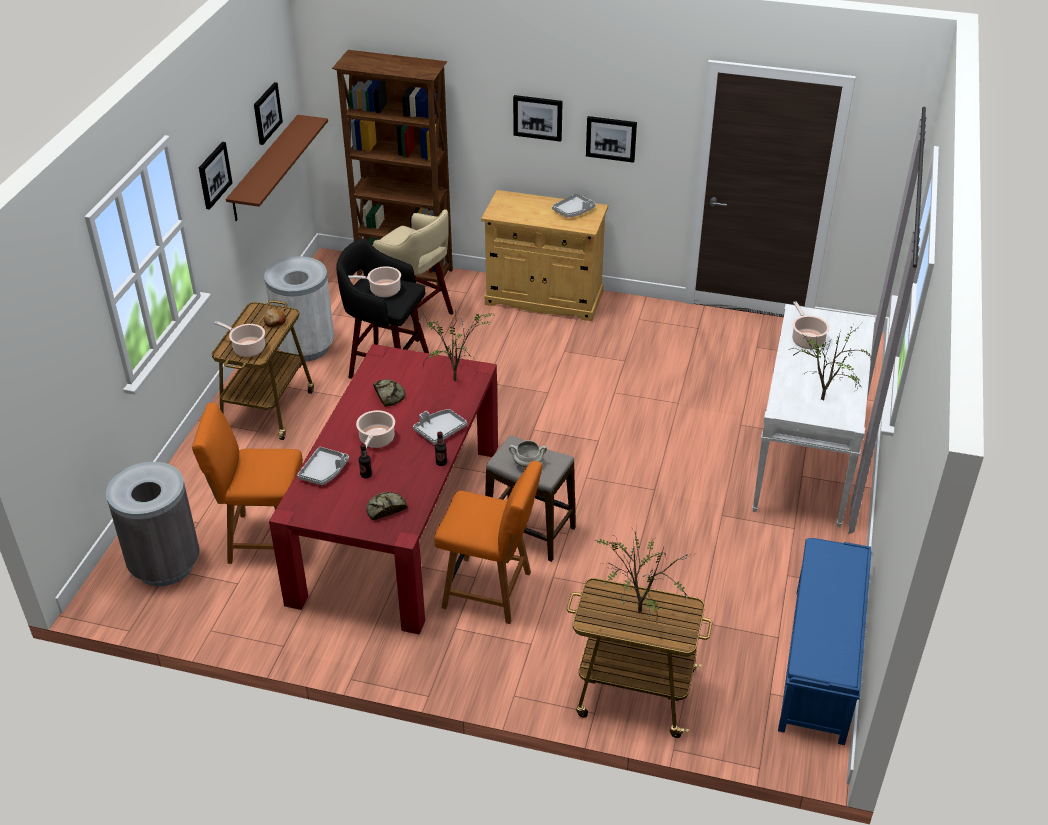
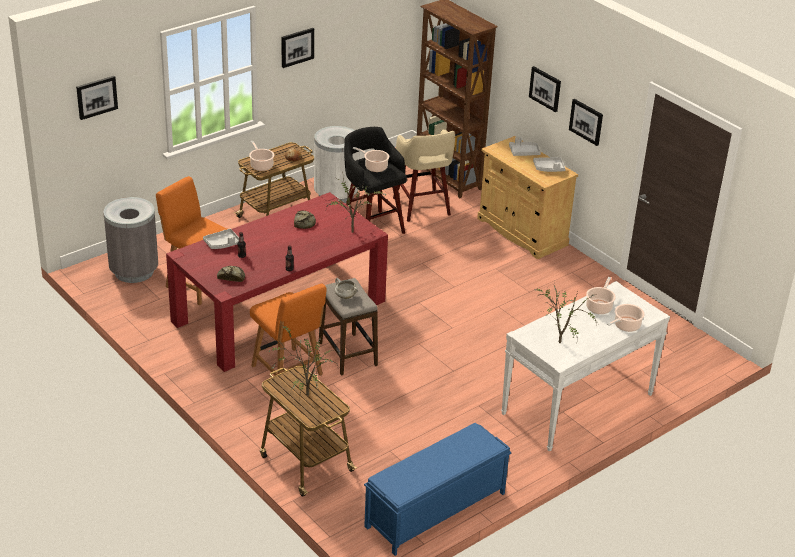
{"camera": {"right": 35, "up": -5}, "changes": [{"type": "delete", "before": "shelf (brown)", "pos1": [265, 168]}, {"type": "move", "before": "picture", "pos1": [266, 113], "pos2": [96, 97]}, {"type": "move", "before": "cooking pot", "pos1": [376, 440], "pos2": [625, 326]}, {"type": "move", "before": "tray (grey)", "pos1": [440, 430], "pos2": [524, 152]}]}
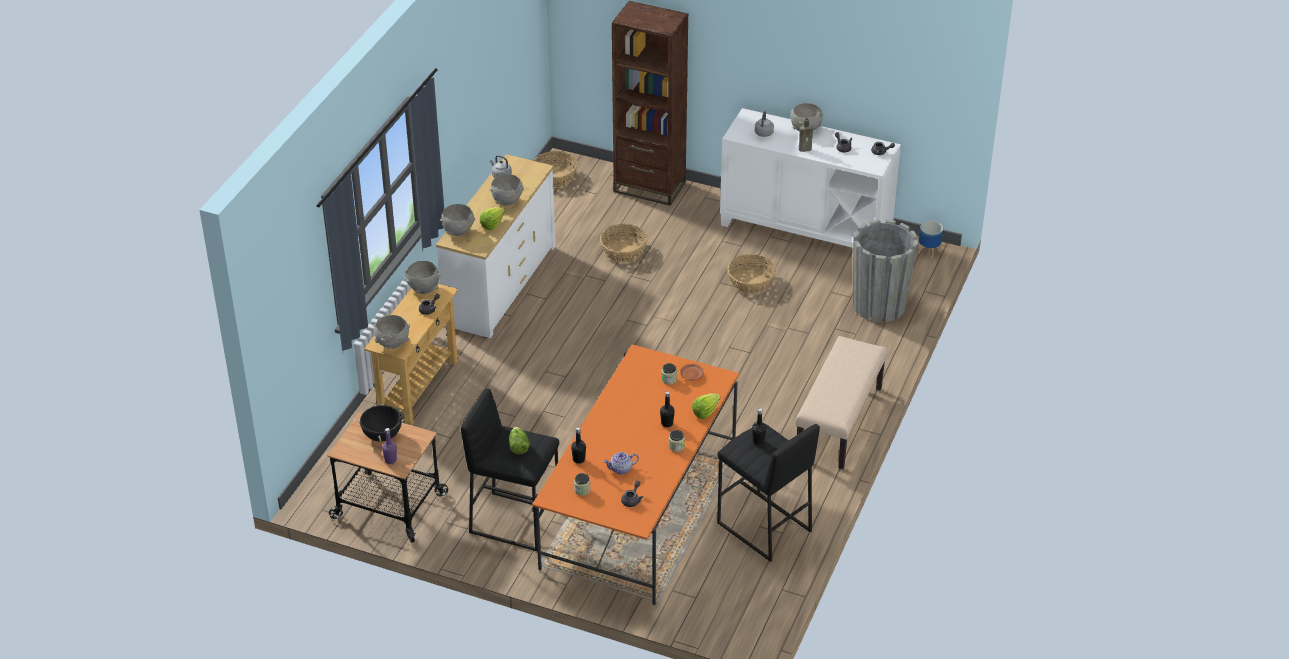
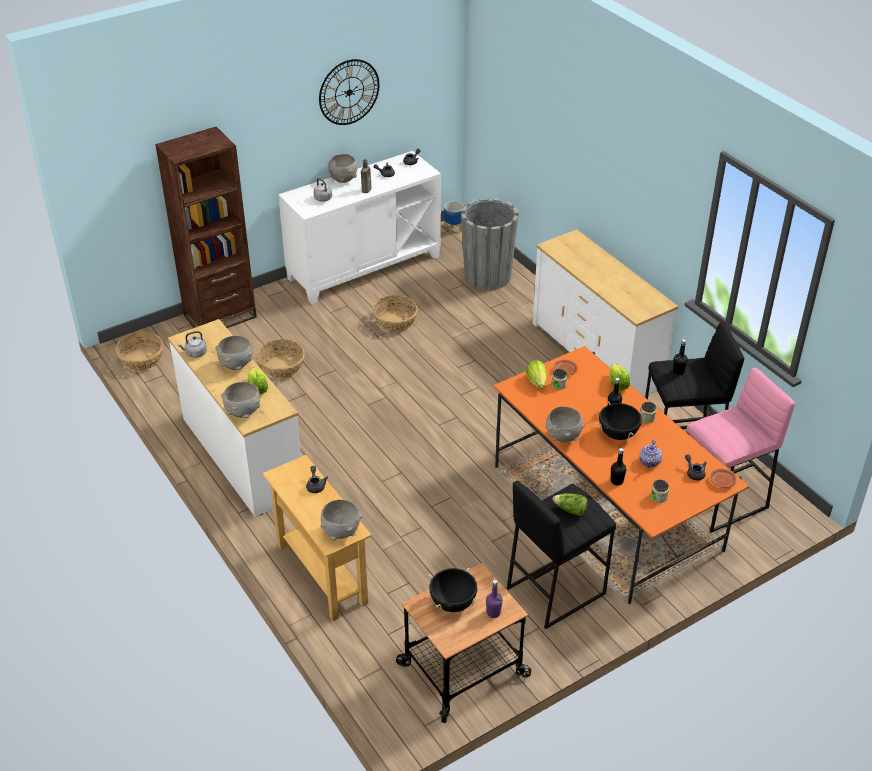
{"camera": {"right": -55, "up": 0}, "changes": [{"type": "insert", "after": "wall clock", "pos2": [349, 92]}, {"type": "insert", "after": "lettuce", "pos2": [537, 381]}, {"type": "insert", "after": "cooking pot (black)", "pos2": [618, 434]}, {"type": "insert", "after": "stool (pink)", "pos2": [722, 502]}, {"type": "insert", "after": "plate (brown)", "pos2": [722, 481]}, {"type": "move", "before": "bowl (grey)", "pos1": [423, 289], "pos2": [563, 438]}, {"type": "replace", "before": "bench (beige)", "after": "dresser (white)", "pos1": [840, 422], "pos2": [596, 354]}]}
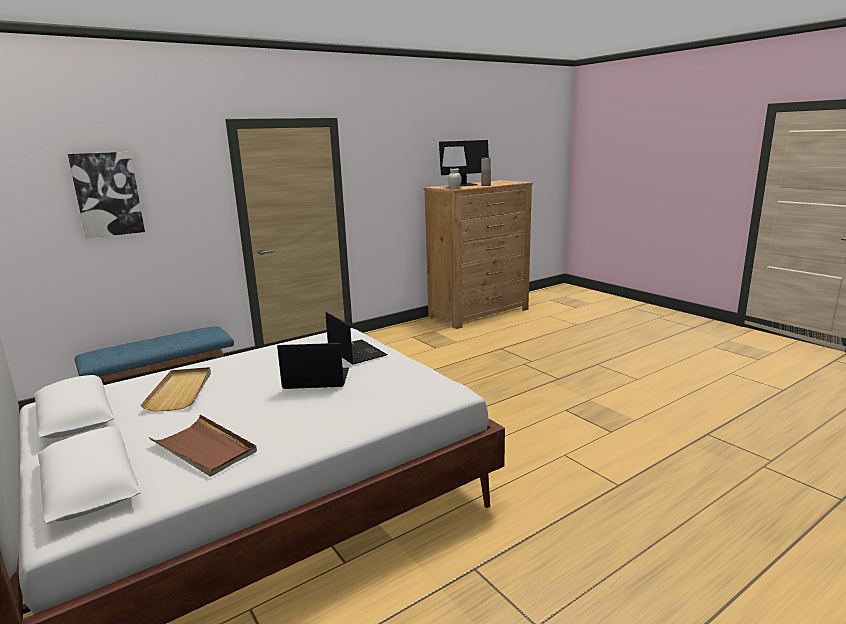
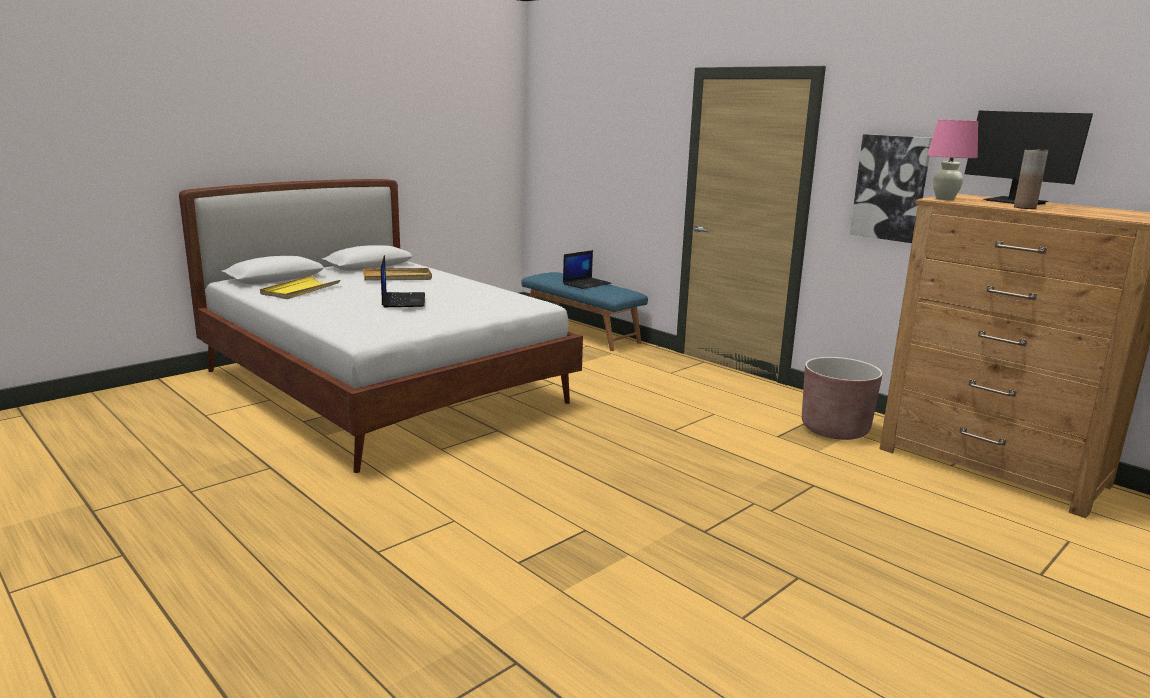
{"camera": {"right": 80, "up": 0}, "changes": [{"type": "insert", "after": "planter (brown)", "pos2": [834, 429]}, {"type": "move", "before": "picture", "pos1": [107, 194], "pos2": [890, 188]}, {"type": "move", "before": "laptop", "pos1": [355, 352], "pos2": [587, 283]}, {"type": "recolor", "before": "tray (brown)", "after": "tray (yellow)", "pos1": [204, 448], "pos2": [300, 290]}, {"type": "recolor", "before": "table lamp (white)", "after": "table lamp (pink)", "pos1": [454, 188], "pos2": [945, 199]}]}
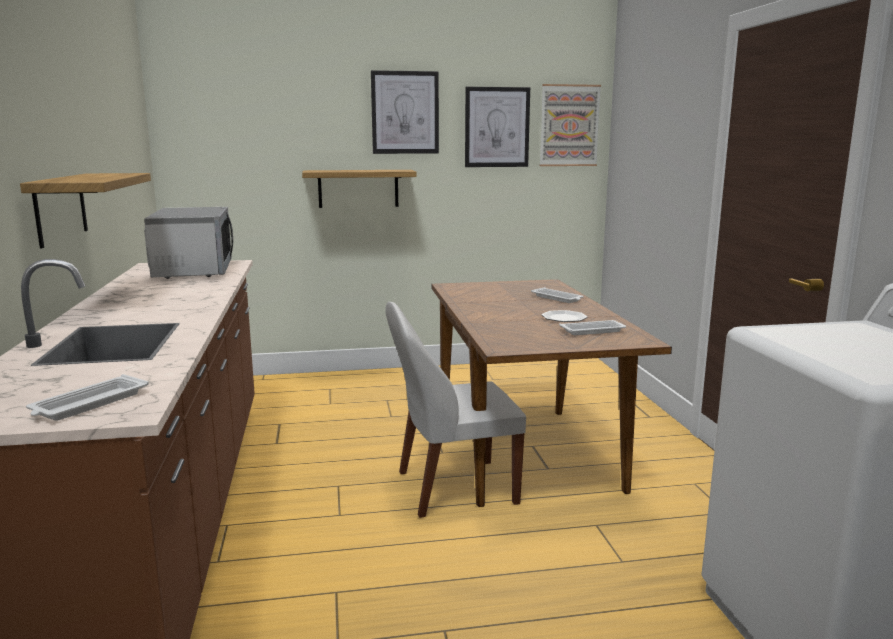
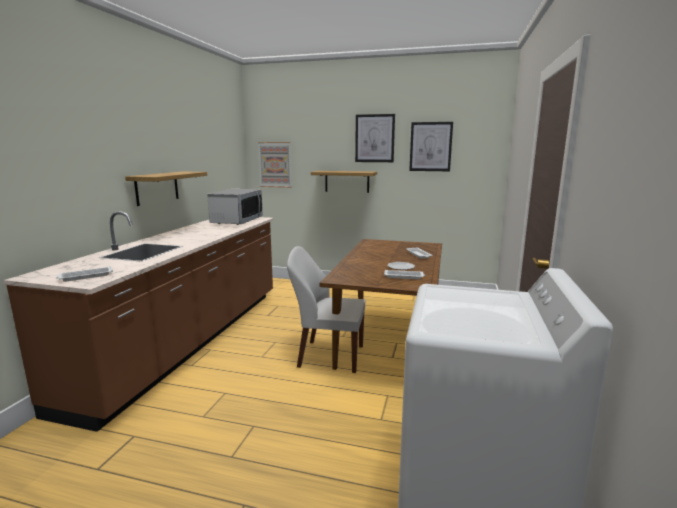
{"camera": {"right": 25, "up": 0}, "changes": [{"type": "move", "before": "picture", "pos1": [569, 125], "pos2": [275, 164]}]}
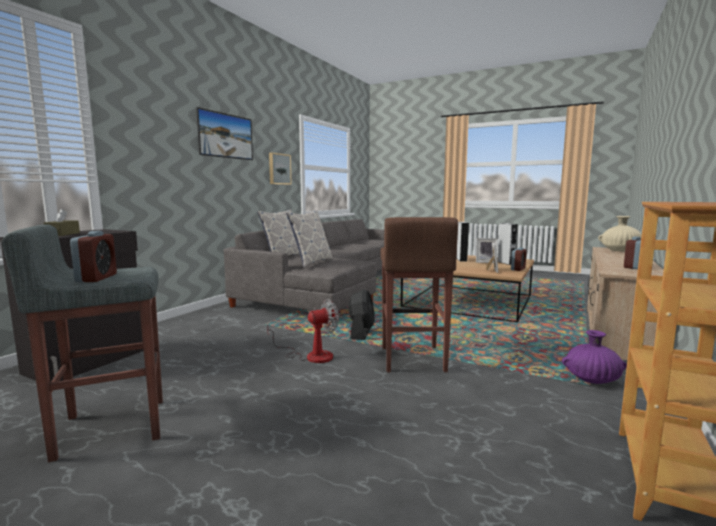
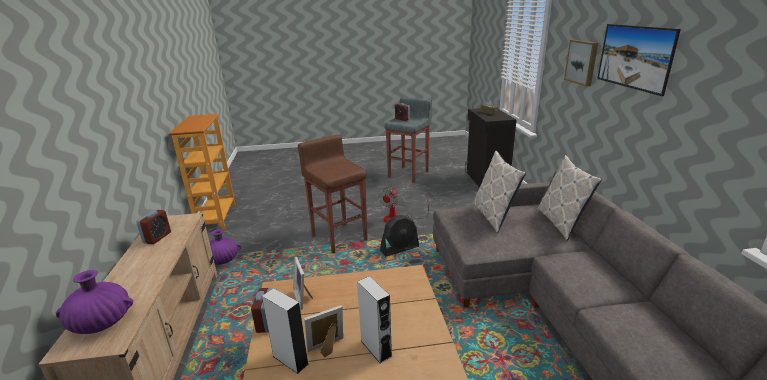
{"camera": {"right": 145, "up": 15}, "changes": [{"type": "move", "before": "picture", "pos1": [279, 169], "pos2": [582, 62]}, {"type": "recolor", "before": "vase (beige)", "after": "vase (purple)", "pos1": [620, 251], "pos2": [102, 323]}, {"type": "rotate", "before": "fan (black)", "pos1": [361, 333], "pos2": [399, 249], "turn": -90}]}
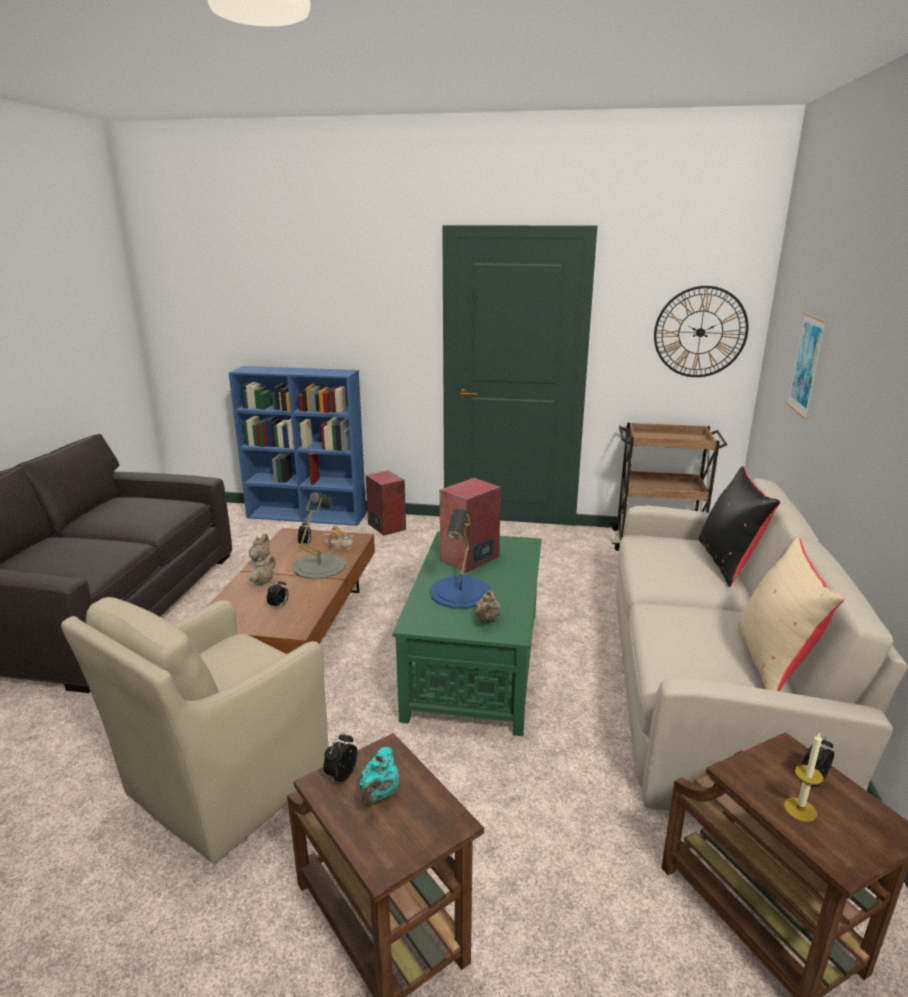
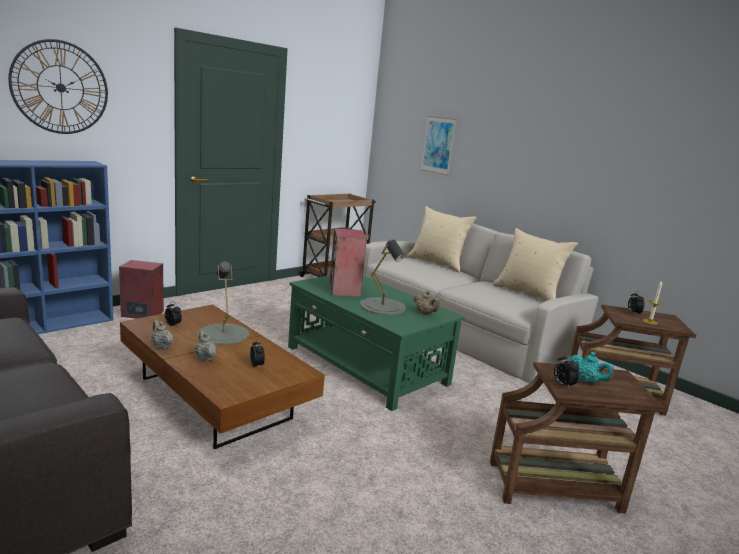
{"camera": {"right": -55, "up": -5}, "changes": [{"type": "delete", "before": "armchair (beige)", "pos1": [223, 785]}, {"type": "delete", "before": "teapot", "pos1": [340, 547]}, {"type": "move", "before": "wall clock", "pos1": [700, 332], "pos2": [60, 87]}, {"type": "recolor", "before": "table lamp (blue)", "after": "table lamp (grey)", "pos1": [460, 592], "pos2": [383, 306]}, {"type": "recolor", "before": "pillow (black)", "after": "pillow (beige)", "pos1": [728, 562], "pos2": [437, 263]}]}
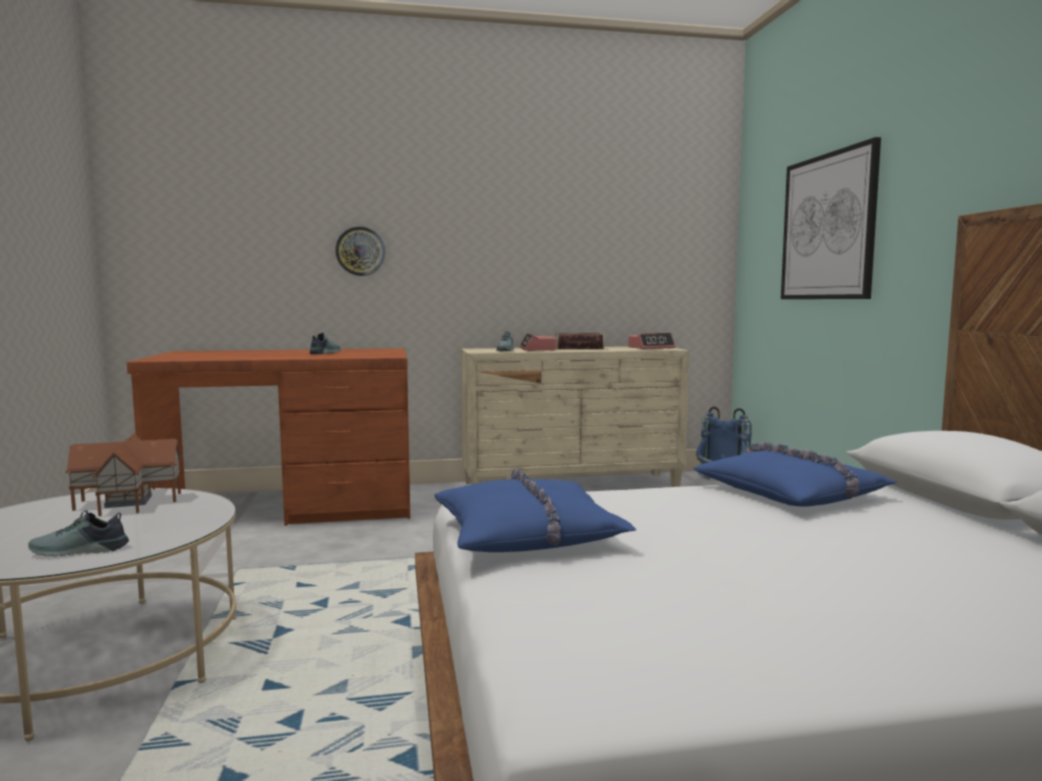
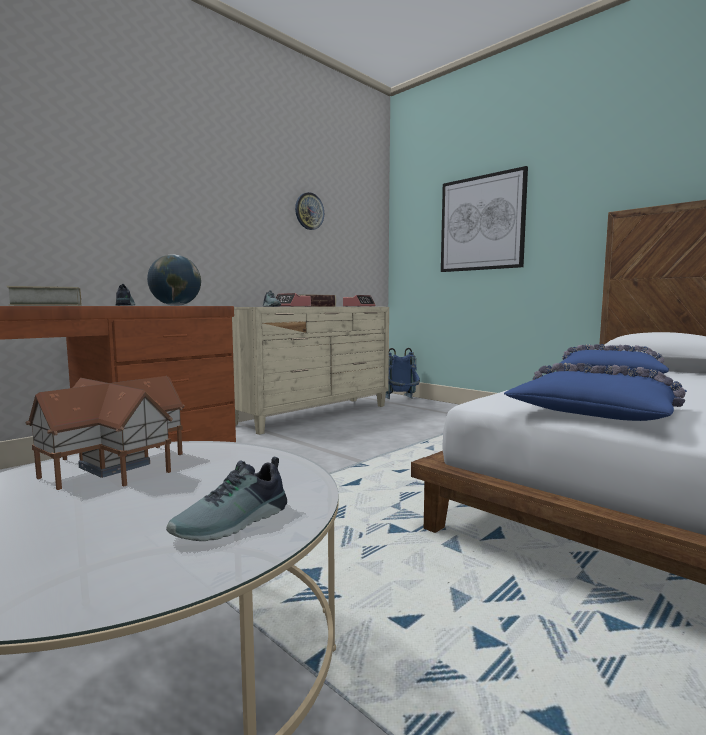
{"camera": {"right": -35, "up": 0}, "changes": [{"type": "insert", "after": "book", "pos2": [47, 305]}, {"type": "insert", "after": "globe", "pos2": [175, 305]}, {"type": "move", "before": "wall clock", "pos1": [360, 251], "pos2": [309, 211]}]}
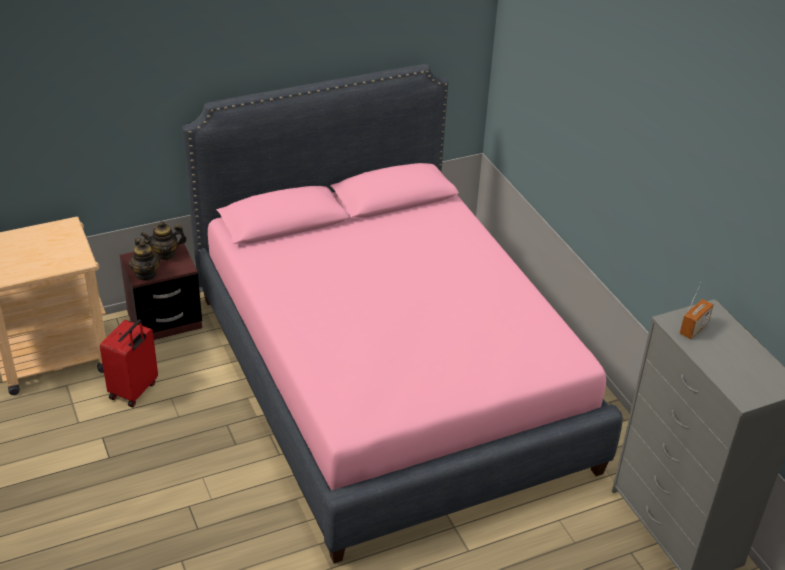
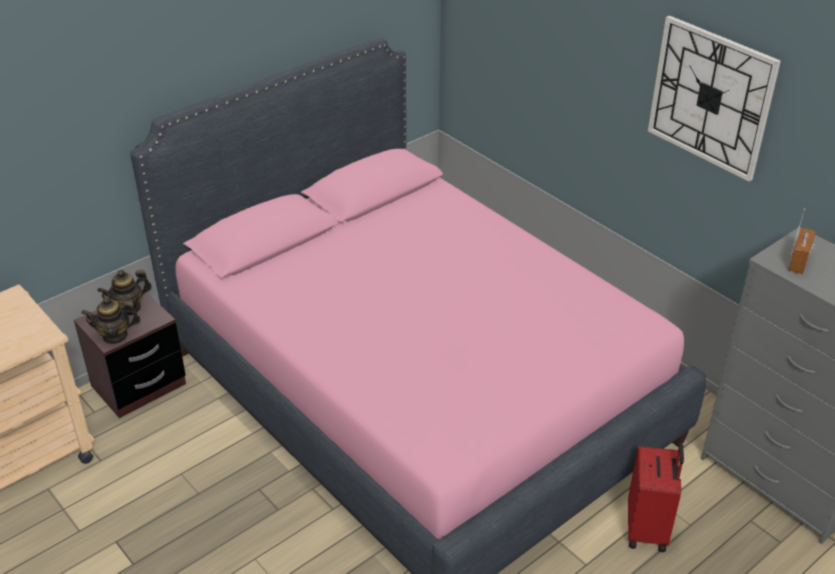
{"camera": {"right": -15, "up": 0}, "changes": [{"type": "insert", "after": "wall clock", "pos2": [711, 97]}, {"type": "move", "before": "suitcase (red)", "pos1": [134, 391], "pos2": [648, 529]}, {"type": "rotate", "before": "teapot", "pos1": [146, 274], "pos2": [115, 336], "turn": 120}]}
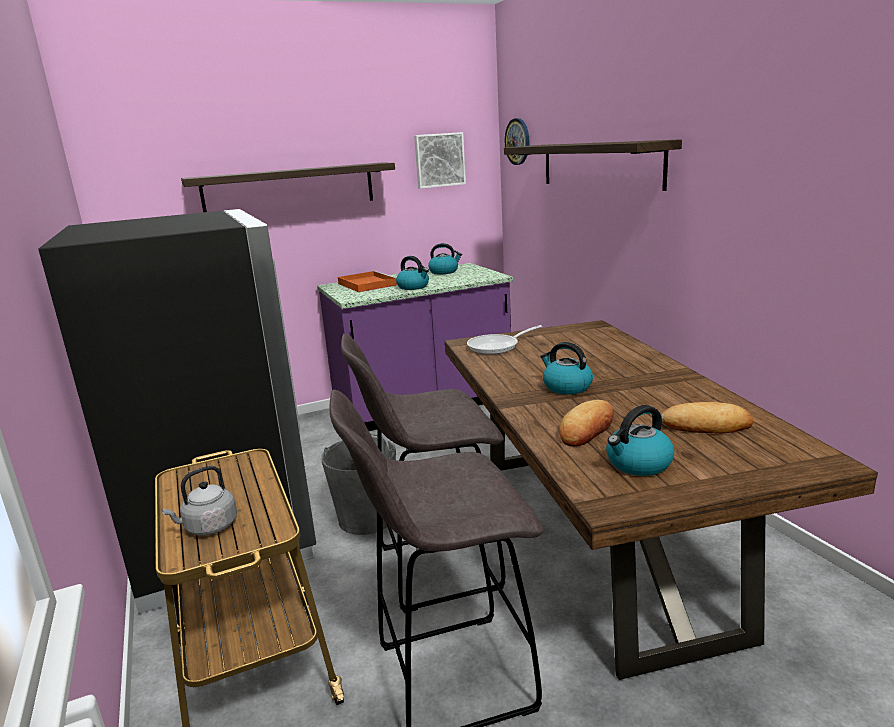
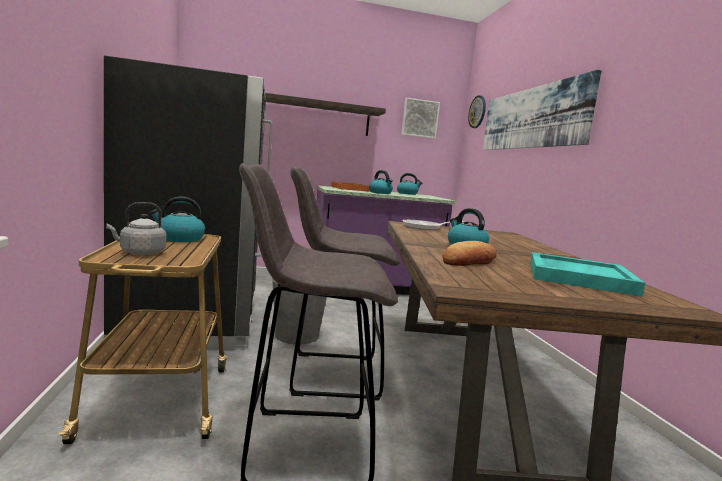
{"camera": {"right": 10, "up": -10}, "changes": [{"type": "move", "before": "kettle", "pos1": [638, 464], "pos2": [179, 239]}, {"type": "replace", "before": "shelf", "after": "picture", "pos1": [599, 164], "pos2": [531, 118]}, {"type": "replace", "before": "bread", "after": "tray (turquoise)", "pos1": [706, 425], "pos2": [577, 277]}]}
